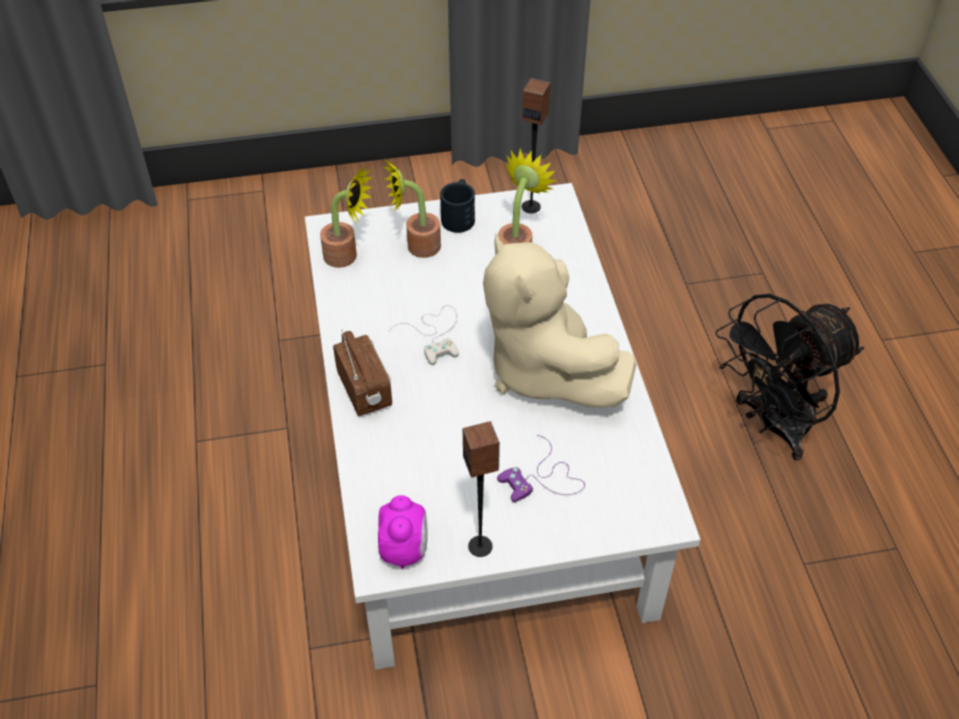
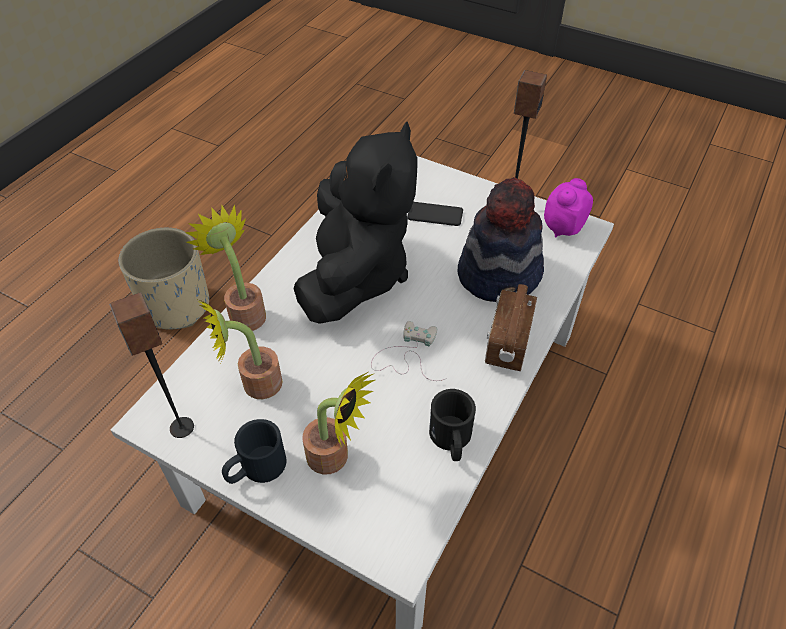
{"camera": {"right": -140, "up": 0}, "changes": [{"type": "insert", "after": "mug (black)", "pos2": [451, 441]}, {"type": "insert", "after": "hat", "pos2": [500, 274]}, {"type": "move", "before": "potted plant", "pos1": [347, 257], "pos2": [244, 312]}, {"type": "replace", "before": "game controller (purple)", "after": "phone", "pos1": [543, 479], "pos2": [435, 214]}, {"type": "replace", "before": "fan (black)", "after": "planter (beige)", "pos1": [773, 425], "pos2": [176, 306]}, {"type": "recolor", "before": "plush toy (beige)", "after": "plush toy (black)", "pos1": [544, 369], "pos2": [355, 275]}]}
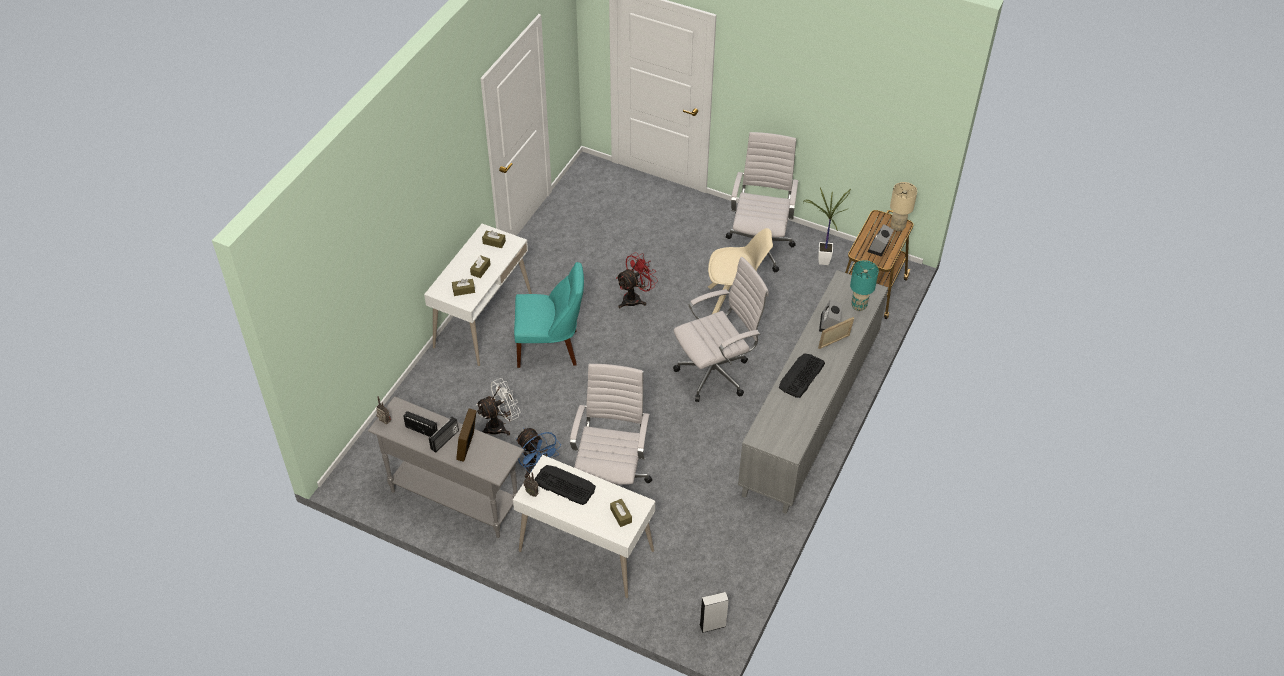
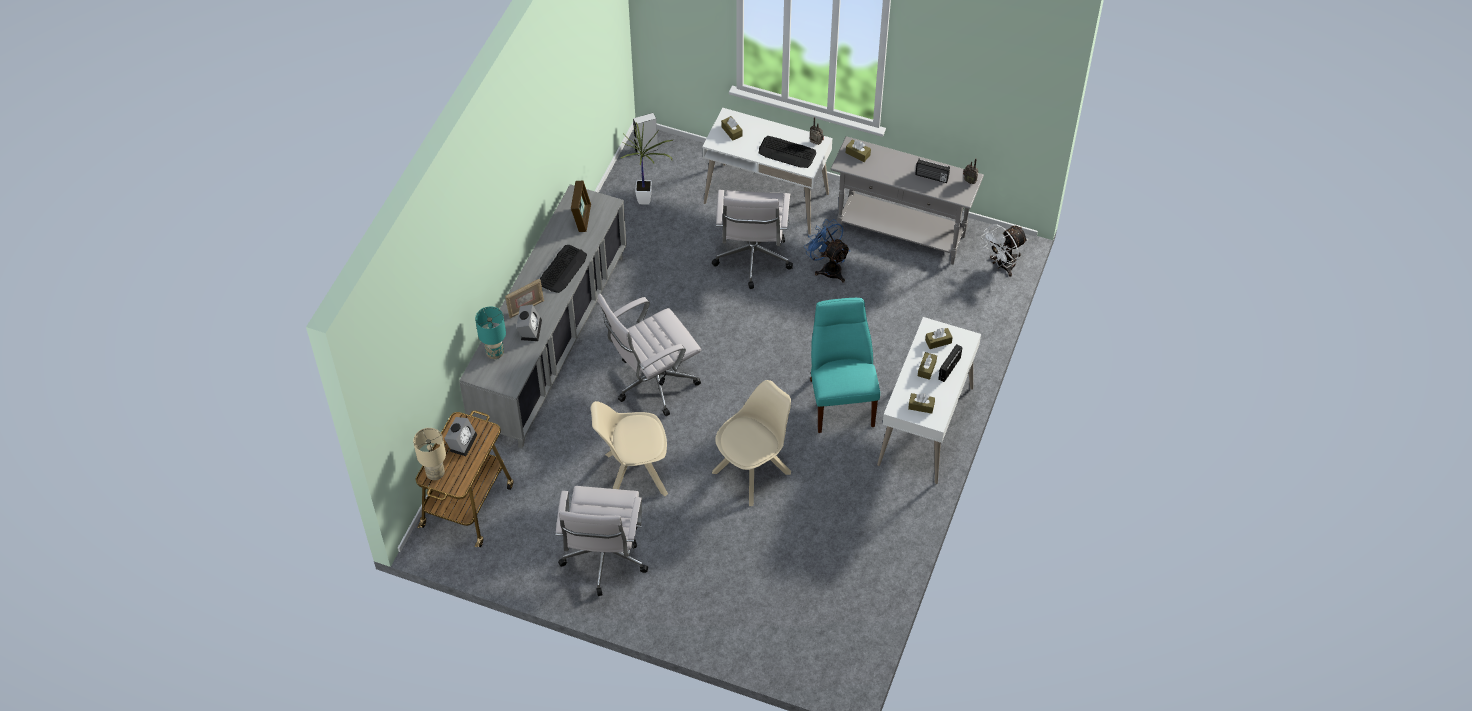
{"camera": {"right": 175, "up": 5}, "changes": [{"type": "insert", "after": "tissue box (brown)", "pos2": [858, 154]}, {"type": "move", "before": "radio", "pos1": [445, 440], "pos2": [948, 368]}, {"type": "move", "before": "picture frame", "pos1": [468, 446], "pos2": [582, 218]}, {"type": "move", "before": "fan (white)", "pos1": [500, 425], "pos2": [1002, 265]}, {"type": "move", "before": "potted plant", "pos1": [821, 260], "pos2": [647, 202]}, {"type": "replace", "before": "fan (red)", "after": "chair (beige)", "pos1": [635, 298], "pos2": [753, 471]}, {"type": "rotate", "before": "chair (turquoise)", "pos1": [551, 348], "pos2": [840, 399], "turn": 90}]}
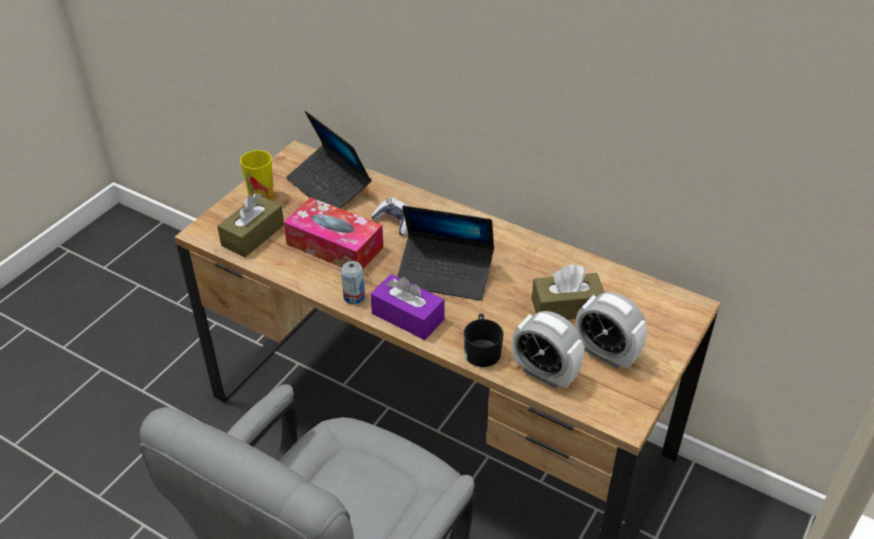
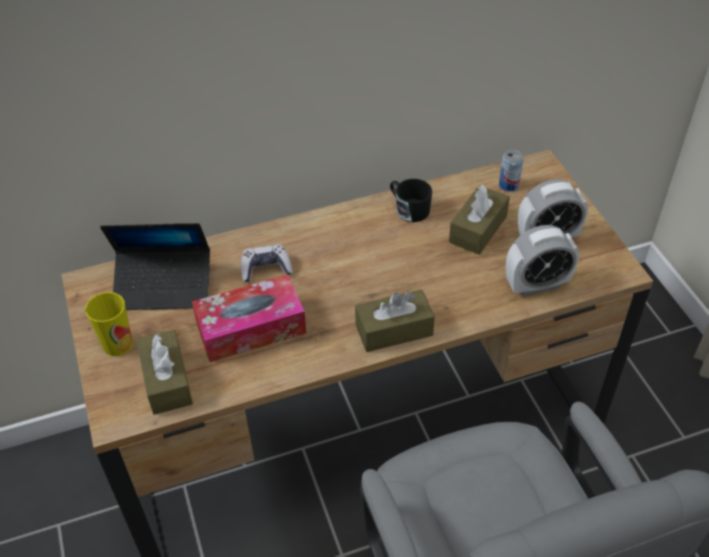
{"camera": {"right": -50, "up": 5}, "changes": [{"type": "delete", "before": "laptop", "pos1": [445, 274]}, {"type": "move", "before": "can", "pos1": [354, 297], "pos2": [508, 185]}, {"type": "move", "before": "mug (black)", "pos1": [482, 349], "pos2": [409, 209]}, {"type": "recolor", "before": "tissue box (purple)", "after": "tissue box (brown)", "pos1": [407, 316], "pos2": [394, 330]}]}
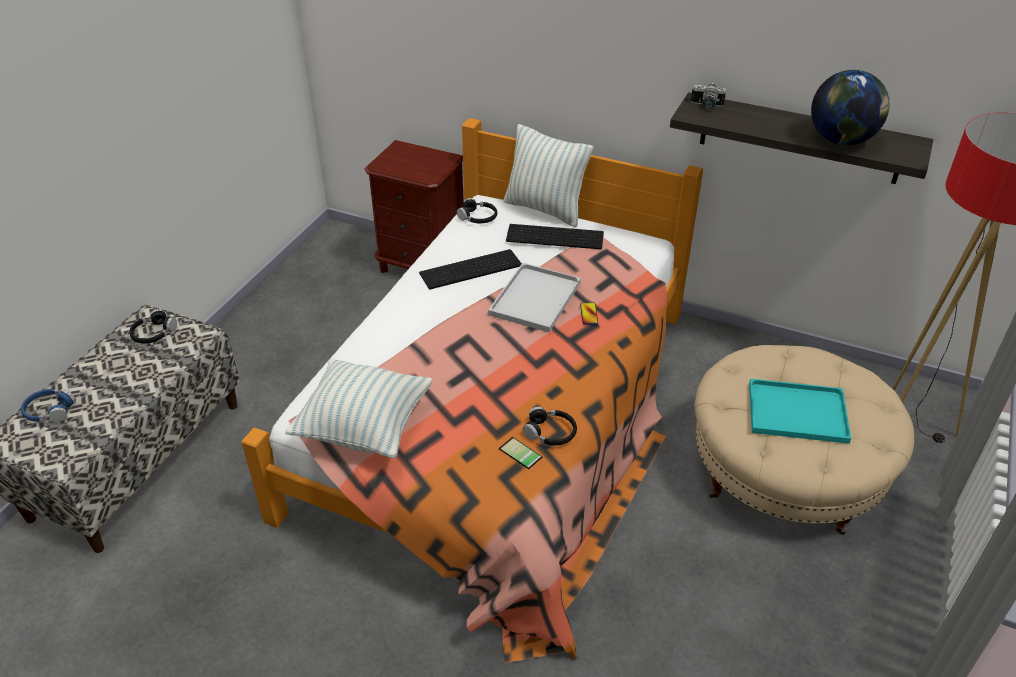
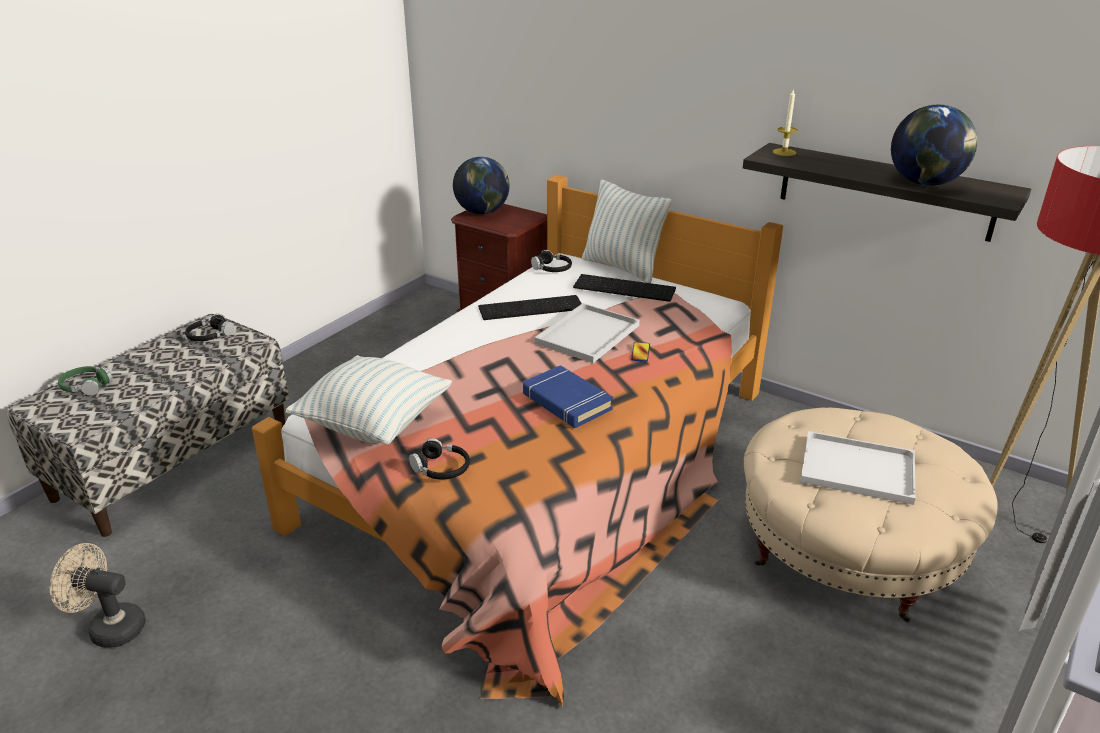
{"camera": {"right": 10, "up": -10}, "changes": [{"type": "delete", "before": "phone", "pos1": [518, 454]}, {"type": "insert", "after": "fan (beige)", "pos2": [110, 627]}, {"type": "insert", "after": "globe", "pos2": [482, 212]}, {"type": "insert", "after": "book (blue)", "pos2": [566, 402]}, {"type": "move", "before": "headphones (black)", "pos1": [550, 433], "pos2": [441, 468]}, {"type": "replace", "before": "photo camera", "after": "candle", "pos1": [706, 106], "pos2": [784, 152]}, {"type": "recolor", "before": "headphones (blue)", "after": "headphones (green)", "pos1": [50, 411], "pos2": [86, 386]}, {"type": "recolor", "before": "tray (turquoise)", "after": "tray (white)", "pos1": [795, 413], "pos2": [855, 469]}]}
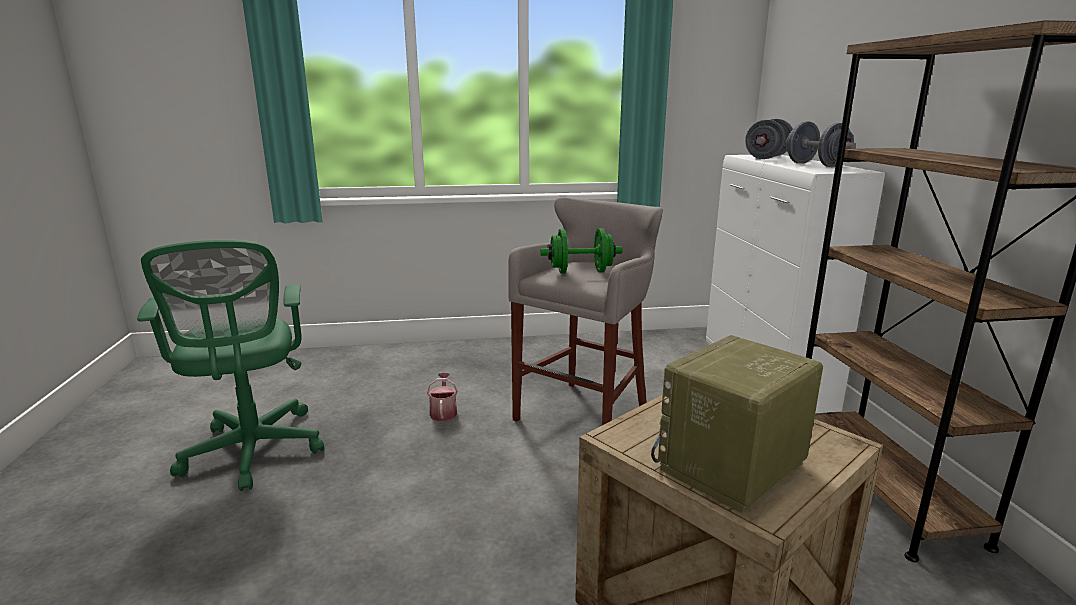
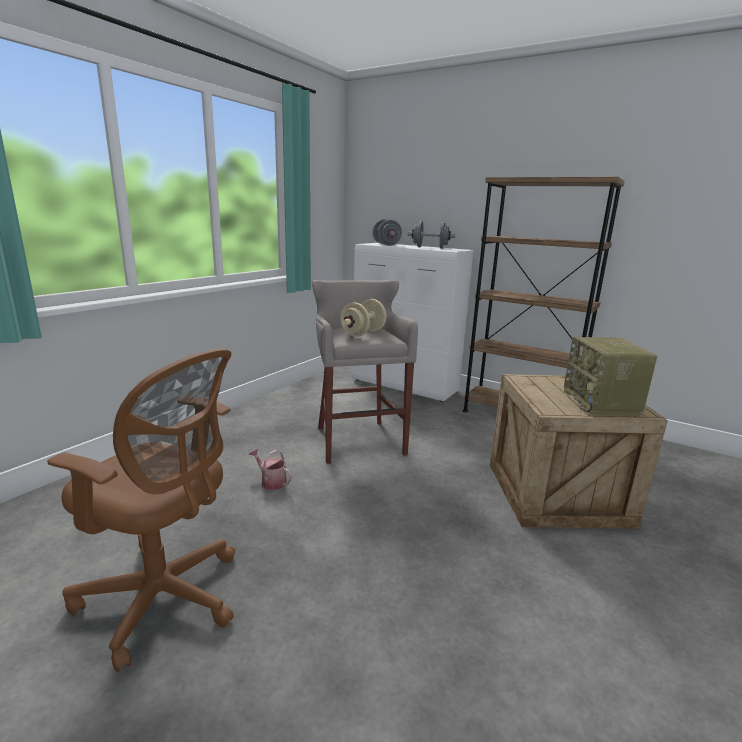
{"camera": {"right": -50, "up": 0}, "changes": [{"type": "recolor", "before": "office chair (green)", "after": "office chair (brown)", "pos1": [253, 453], "pos2": [166, 599]}, {"type": "recolor", "before": "dumbbell (green)", "after": "dumbbell (beige)", "pos1": [580, 272], "pos2": [363, 333]}]}
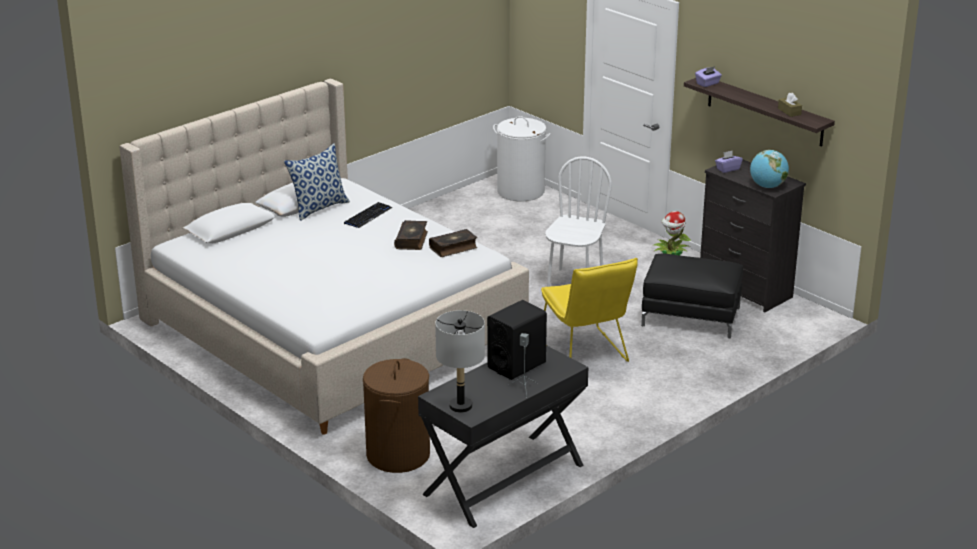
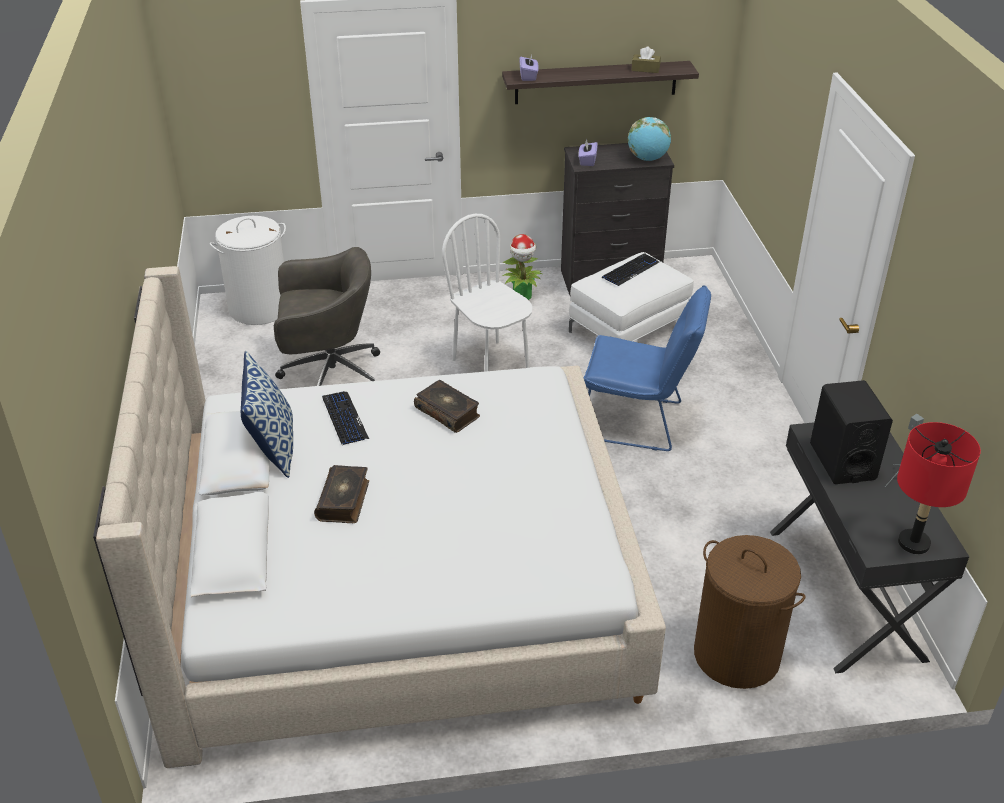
{"camera": {"right": -55, "up": 10}, "changes": [{"type": "insert", "after": "office chair (grey)", "pos2": [329, 375]}, {"type": "insert", "after": "keyboard", "pos2": [630, 270]}, {"type": "move", "before": "book", "pos1": [453, 248], "pos2": [344, 500]}, {"type": "recolor", "before": "table lamp (grey)", "after": "table lamp (red)", "pos1": [460, 406], "pos2": [913, 543]}, {"type": "recolor", "before": "chair (yellow)", "after": "chair (blue)", "pos1": [586, 354], "pos2": [639, 422]}, {"type": "recolor", "before": "ottoman (black)", "after": "ottoman (white)", "pos1": [691, 317], "pos2": [628, 329]}]}
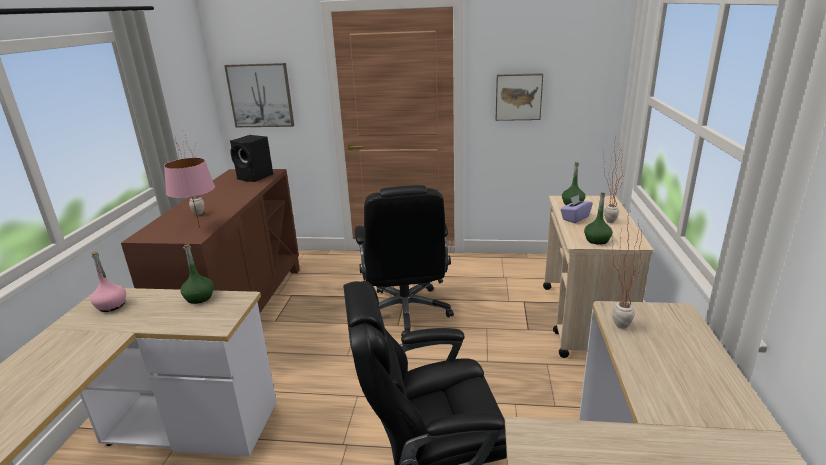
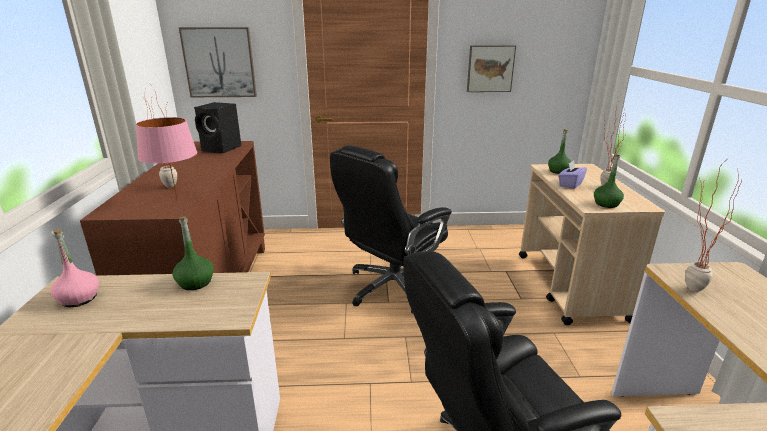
{"camera": {"right": -10, "up": 0}, "changes": [{"type": "rotate", "before": "office chair (black)", "pos1": [405, 312], "pos2": [392, 288], "turn": 60}]}
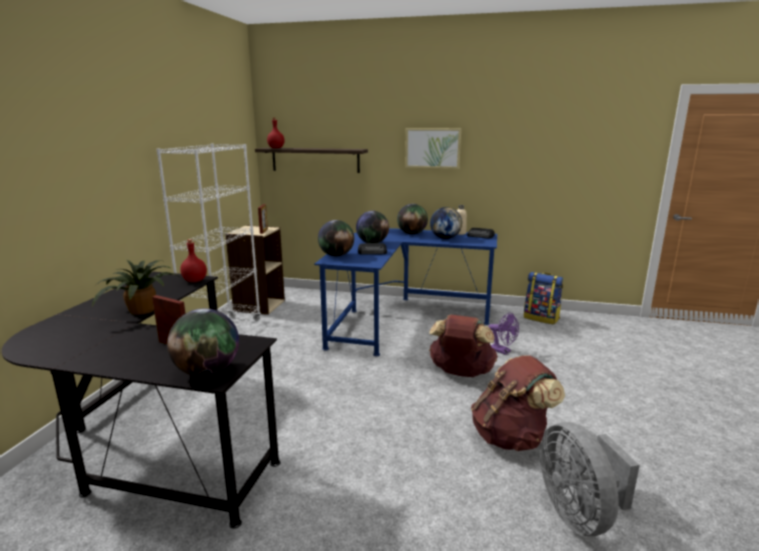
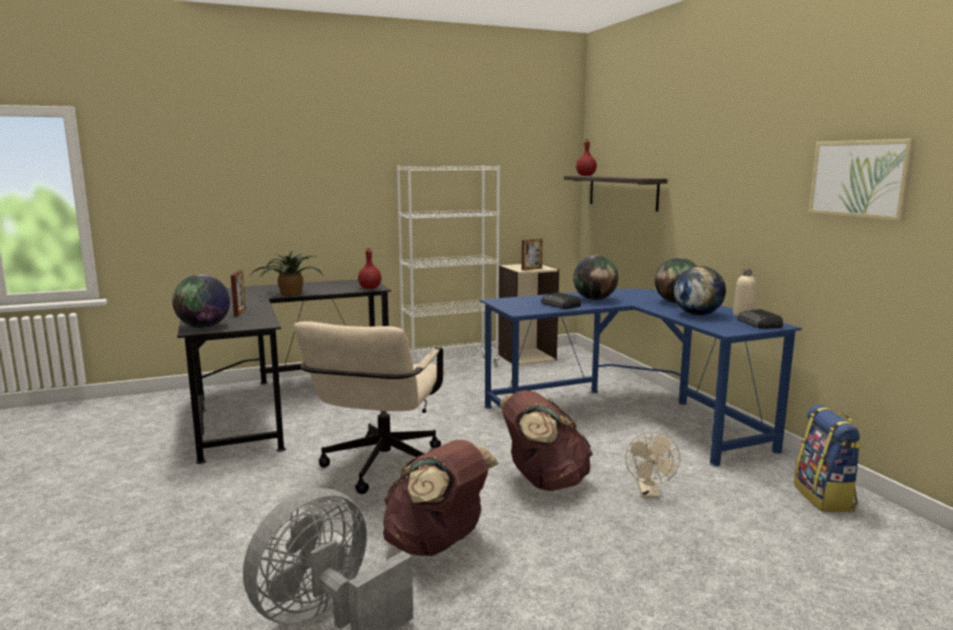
{"camera": {"right": 55, "up": -5}, "changes": [{"type": "delete", "before": "globe", "pos1": [336, 255]}, {"type": "insert", "after": "office chair (beige)", "pos2": [380, 470]}, {"type": "move", "before": "picture", "pos1": [432, 148], "pos2": [859, 179]}, {"type": "recolor", "before": "fan (purple)", "after": "fan (beige)", "pos1": [503, 351], "pos2": [649, 493]}]}
